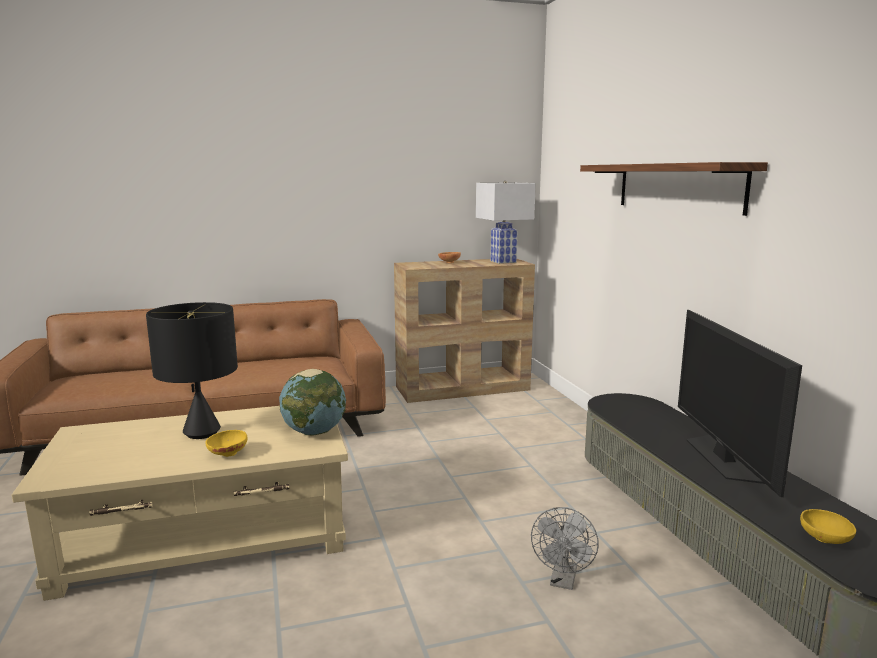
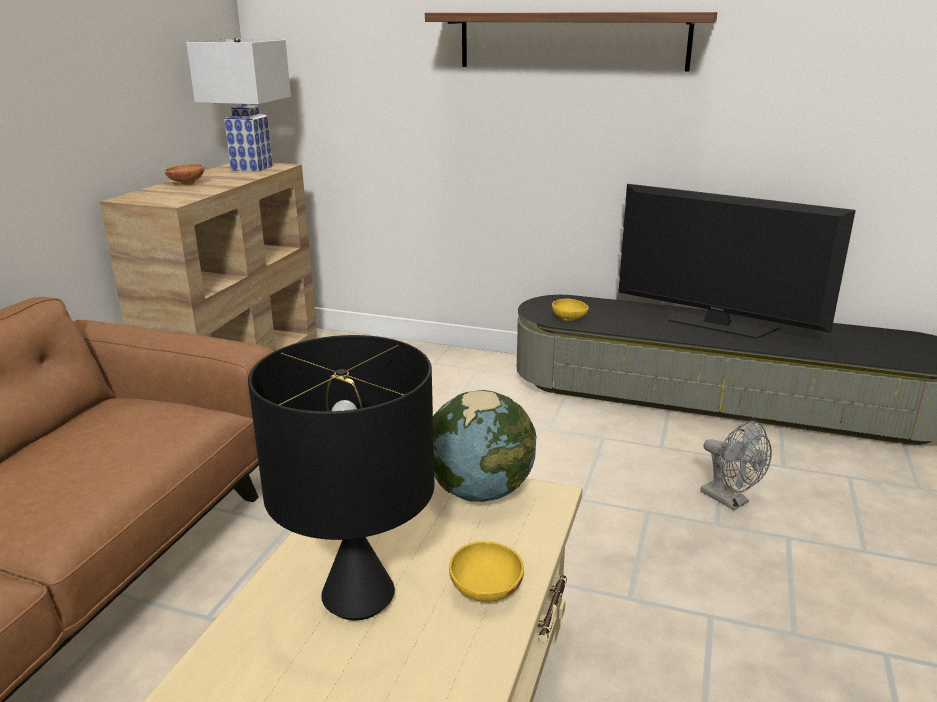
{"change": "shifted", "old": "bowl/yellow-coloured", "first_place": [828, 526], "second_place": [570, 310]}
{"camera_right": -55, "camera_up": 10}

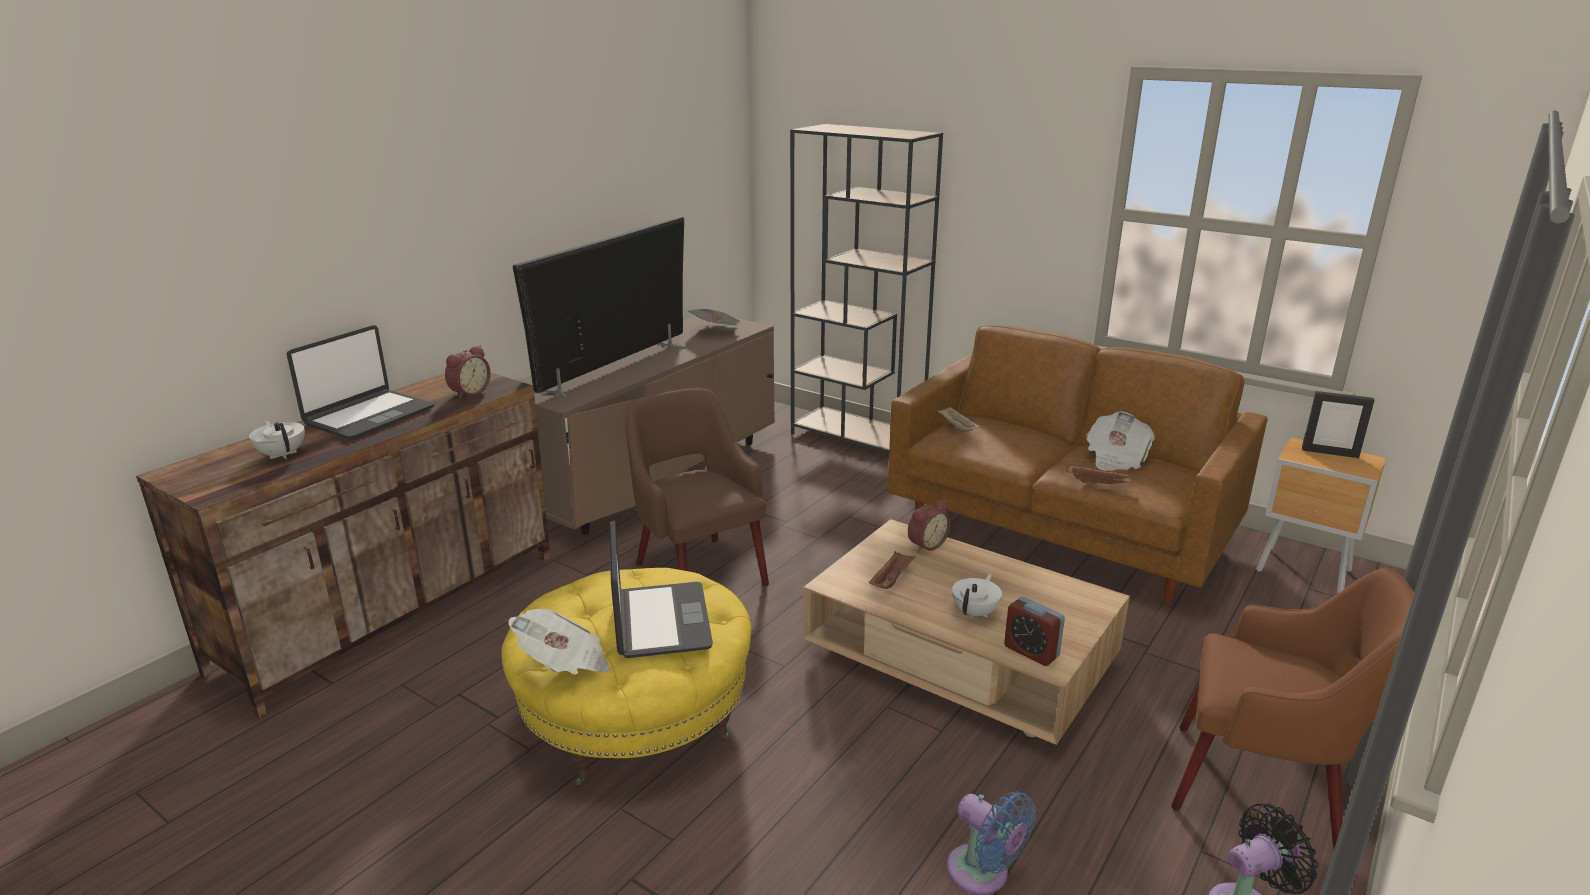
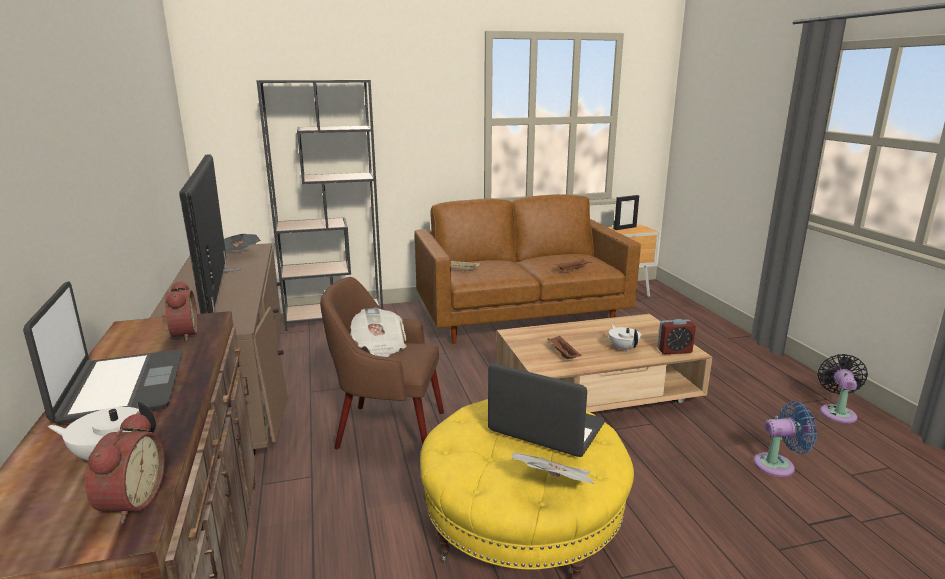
{"change": "shifted", "old": "bedside clock", "first_place": [929, 525], "second_place": [125, 467]}
{"change": "shifted", "old": "daily paper", "first_place": [1120, 441], "second_place": [378, 332]}
{"change": "gone", "old": "lounge chair/brown", "first_place": [1293, 708]}
{"camera_right": -50, "camera_up": -5}

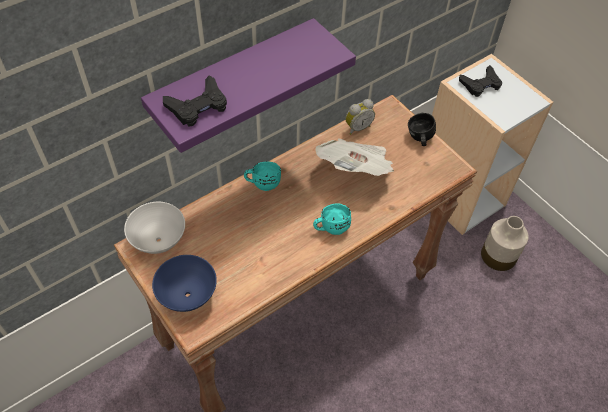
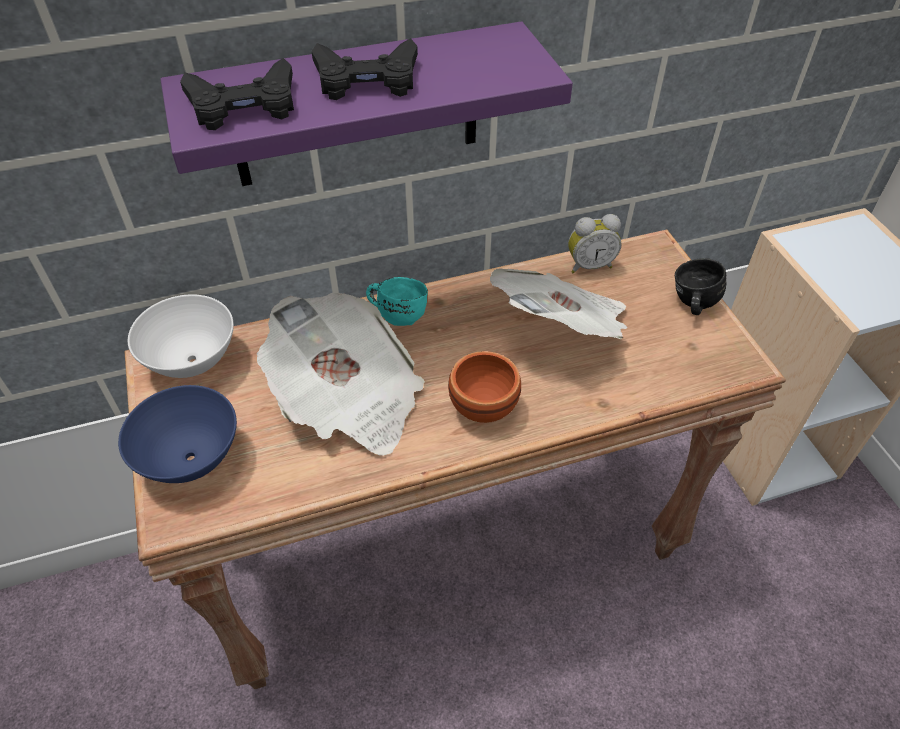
{"change": "swapped", "old": "tea mug/turquoise-coloured", "new": "bowl/brown", "first_place": [332, 219], "second_place": [484, 387]}
{"change": "shifted", "old": "gamepad/blackish", "first_place": [480, 81], "second_place": [364, 69]}
{"change": "gone", "old": "vase/sand-coloured", "first_place": [505, 243]}
{"change": "new", "new": "daily paper", "second_place": [341, 374]}
{"camera_right": 20, "camera_up": -5}

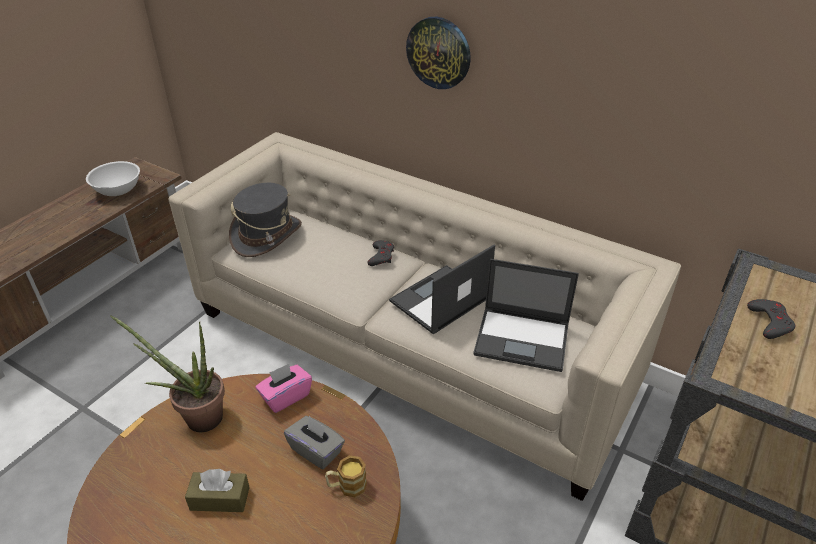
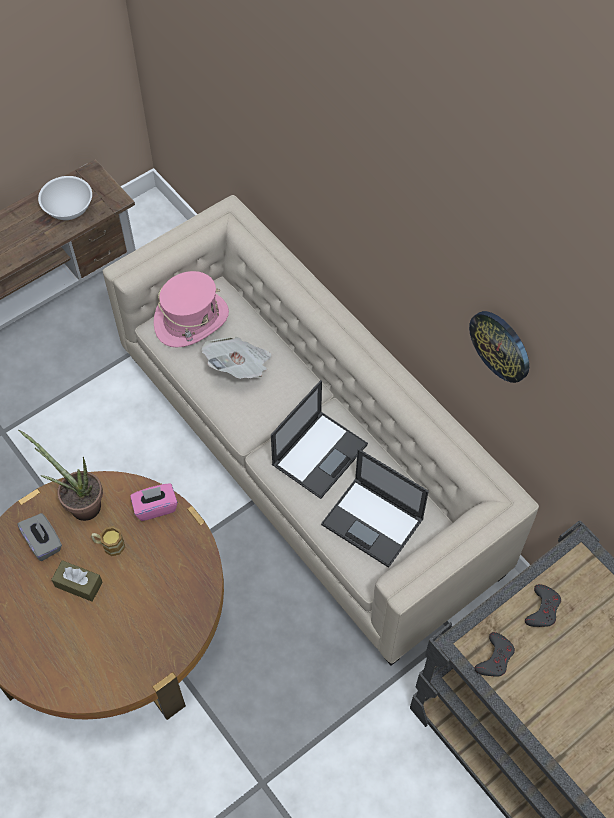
{"change": "repainted", "old": "wearable hat/greyish", "new": "wearable hat/pink-coloured", "first_place": [265, 220], "second_place": [191, 309]}
{"change": "shifted", "old": "tissue holder/greyish", "first_place": [314, 442], "second_place": [39, 537]}
{"change": "shifted", "old": "tea mug", "first_place": [346, 476], "second_place": [108, 541]}
{"change": "shifted", "old": "gamepad/greyish", "first_place": [380, 253], "second_place": [494, 654]}
{"change": "rotated", "old": "notebook computer", "first_place": [442, 289], "second_place": [319, 439], "degrees": 150}
{"change": "shifted", "old": "wall clock", "first_place": [438, 53], "second_place": [499, 347]}
{"change": "new", "new": "daily paper", "second_place": [237, 358]}
{"camera_right": 20, "camera_up": 20}

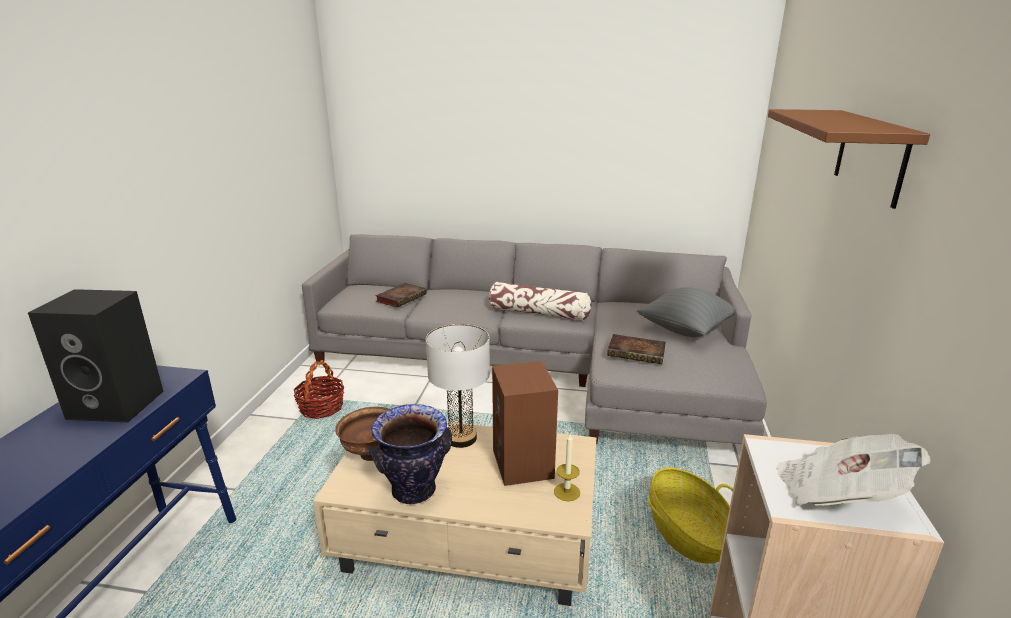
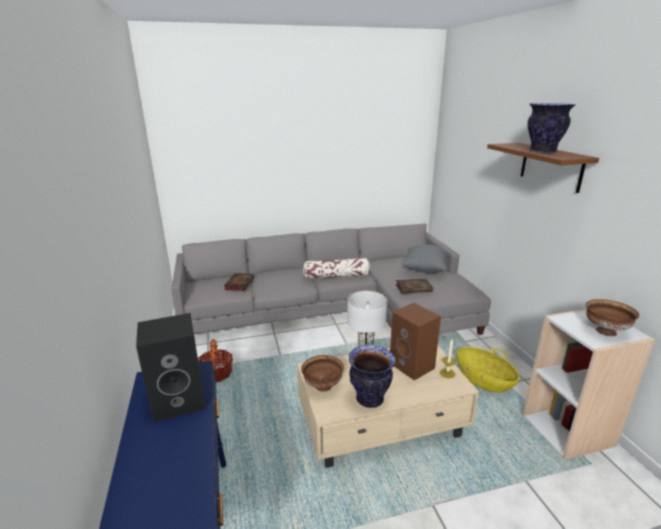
{"change": "swapped", "old": "daily paper", "new": "bowl/brown", "first_place": [853, 470], "second_place": [612, 317]}
{"change": "new", "new": "vase", "second_place": [551, 128]}
{"camera_right": -25, "camera_up": 0}

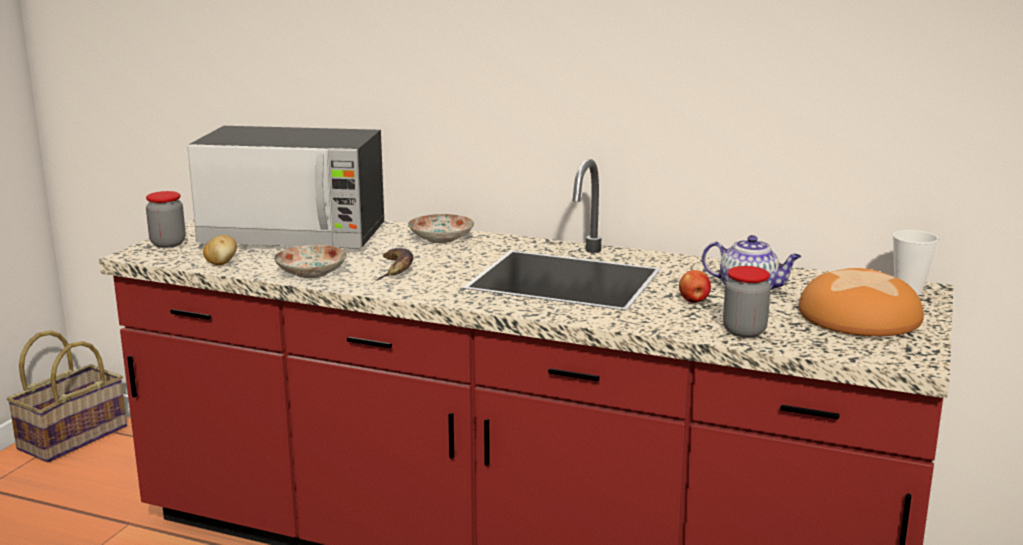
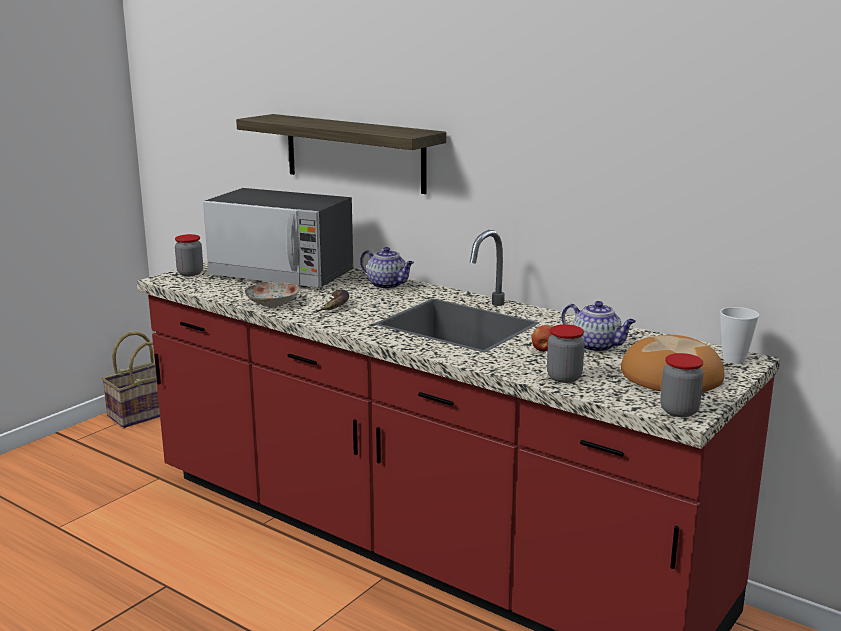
{"change": "gone", "old": "potato", "first_place": [220, 250]}
{"change": "swapped", "old": "dinner plate", "new": "tea pot", "first_place": [441, 228], "second_place": [387, 268]}
{"change": "new", "new": "wall shelf", "second_place": [341, 154]}
{"change": "new", "new": "storage jar", "second_place": [682, 385]}
{"camera_right": 15, "camera_up": 0}

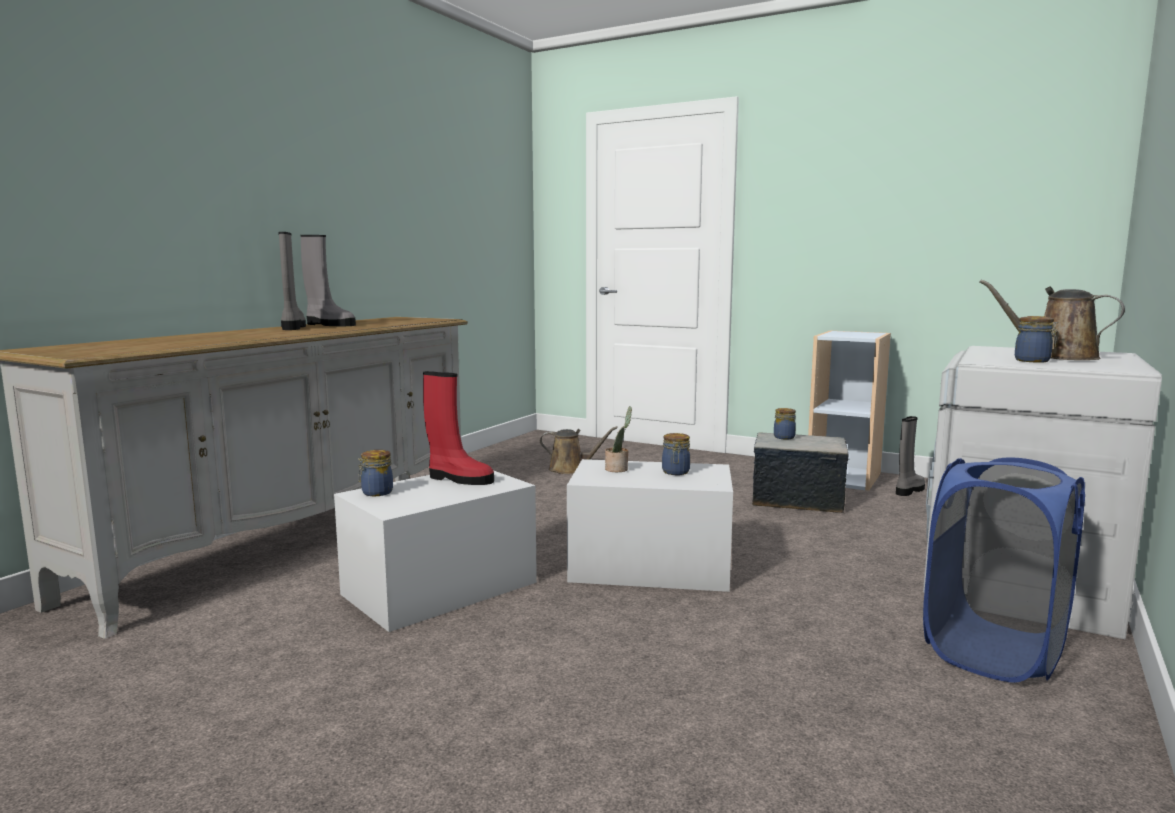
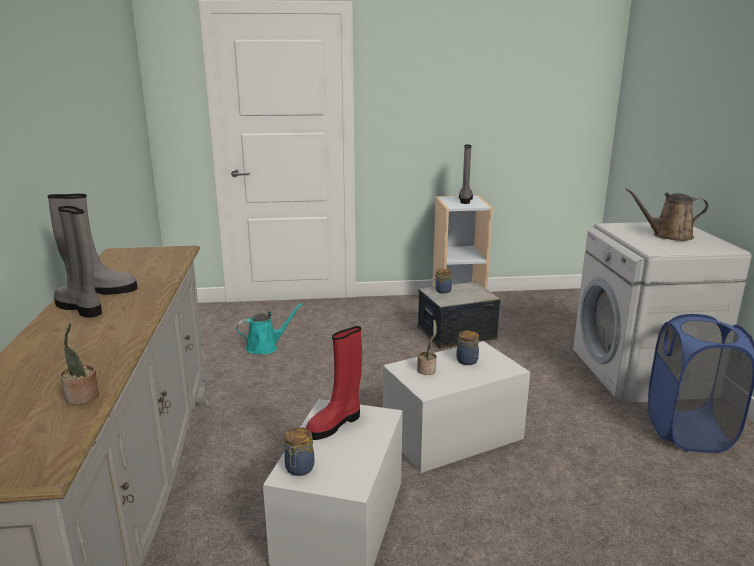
{"change": "rotated", "old": "tall boot/red-coloured", "first_place": [458, 428], "second_place": [334, 383], "degrees": 150}
{"change": "repainted", "old": "sprinkling can/brown", "new": "sprinkling can/turquoise-coloured", "first_place": [579, 450], "second_place": [269, 328]}
{"change": "shifted", "old": "tall boot/greyish", "first_place": [910, 456], "second_place": [466, 174]}
{"change": "gone", "old": "storage jar", "first_place": [1036, 339]}
{"change": "new", "new": "plant in a pot", "second_place": [79, 364]}
{"camera_right": -35, "camera_up": 10}

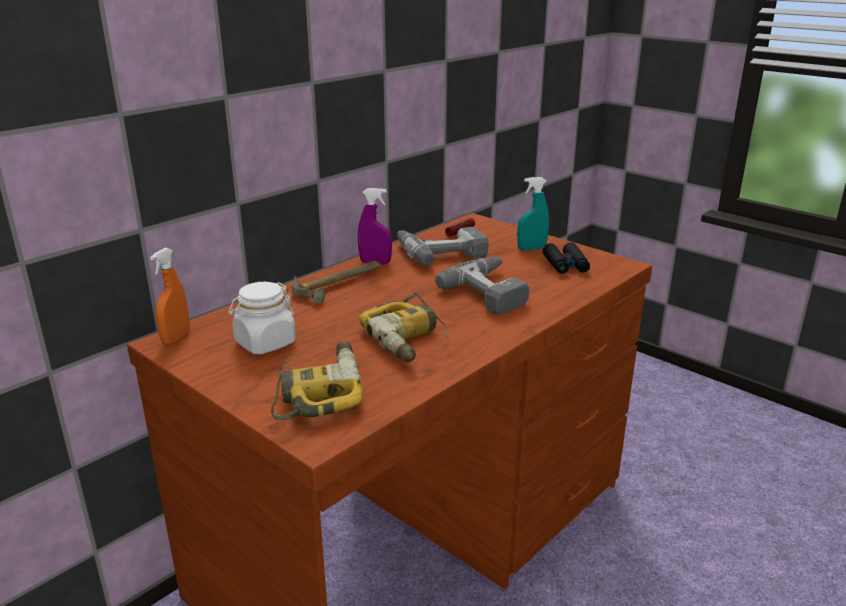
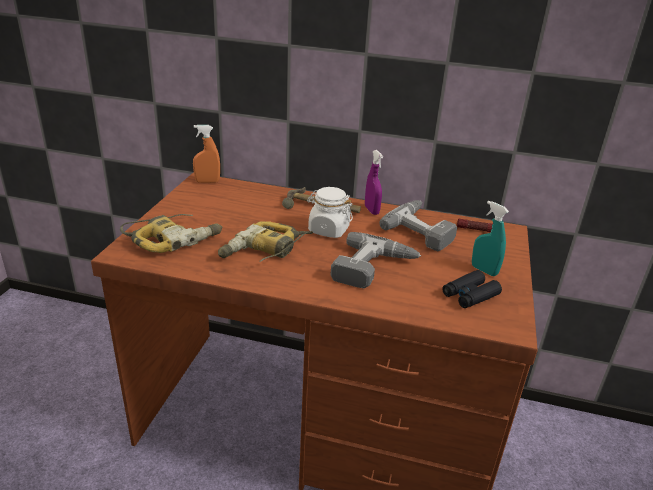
{"change": "shifted", "old": "storage jar/white", "first_place": [262, 318], "second_place": [330, 212]}
{"camera_right": 60, "camera_up": 5}

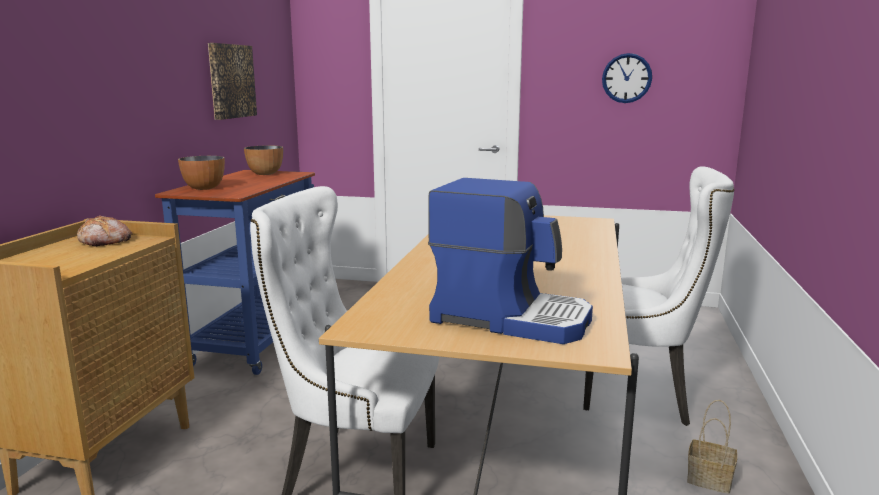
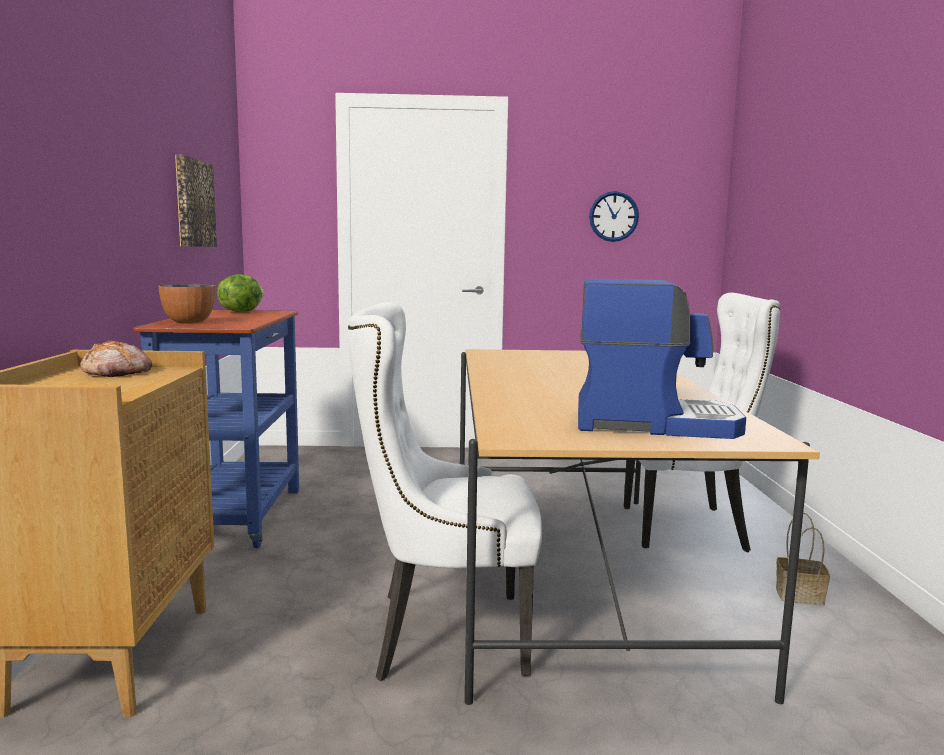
{"change": "swapped", "old": "bowl", "new": "head of lettuce", "first_place": [263, 160], "second_place": [240, 293]}
{"camera_right": -15, "camera_up": -5}

